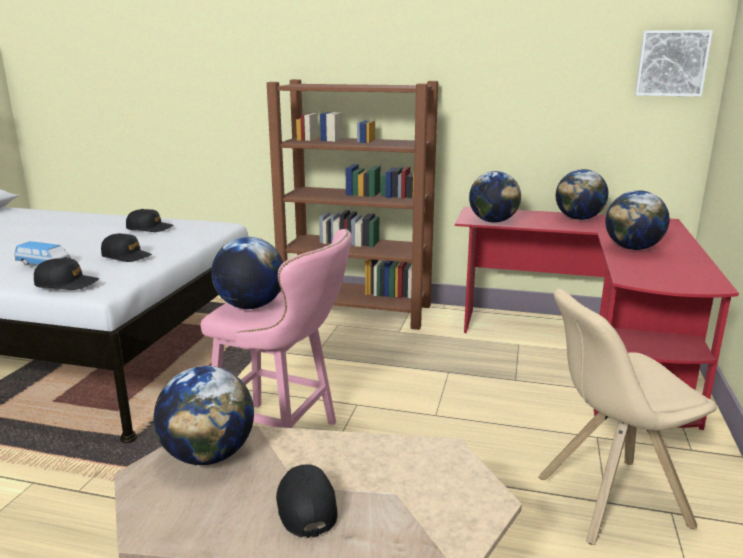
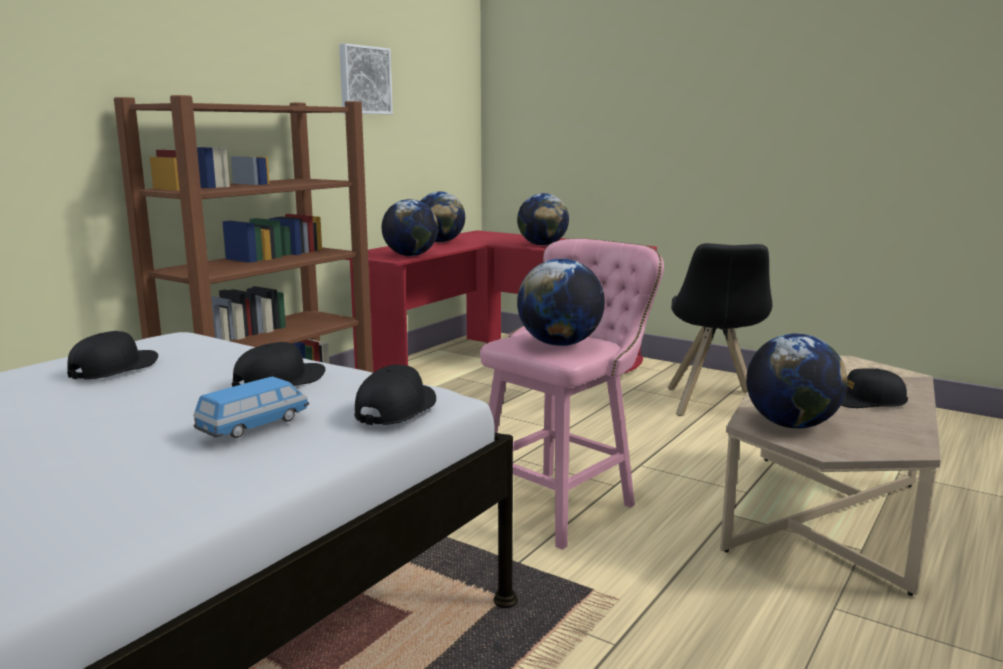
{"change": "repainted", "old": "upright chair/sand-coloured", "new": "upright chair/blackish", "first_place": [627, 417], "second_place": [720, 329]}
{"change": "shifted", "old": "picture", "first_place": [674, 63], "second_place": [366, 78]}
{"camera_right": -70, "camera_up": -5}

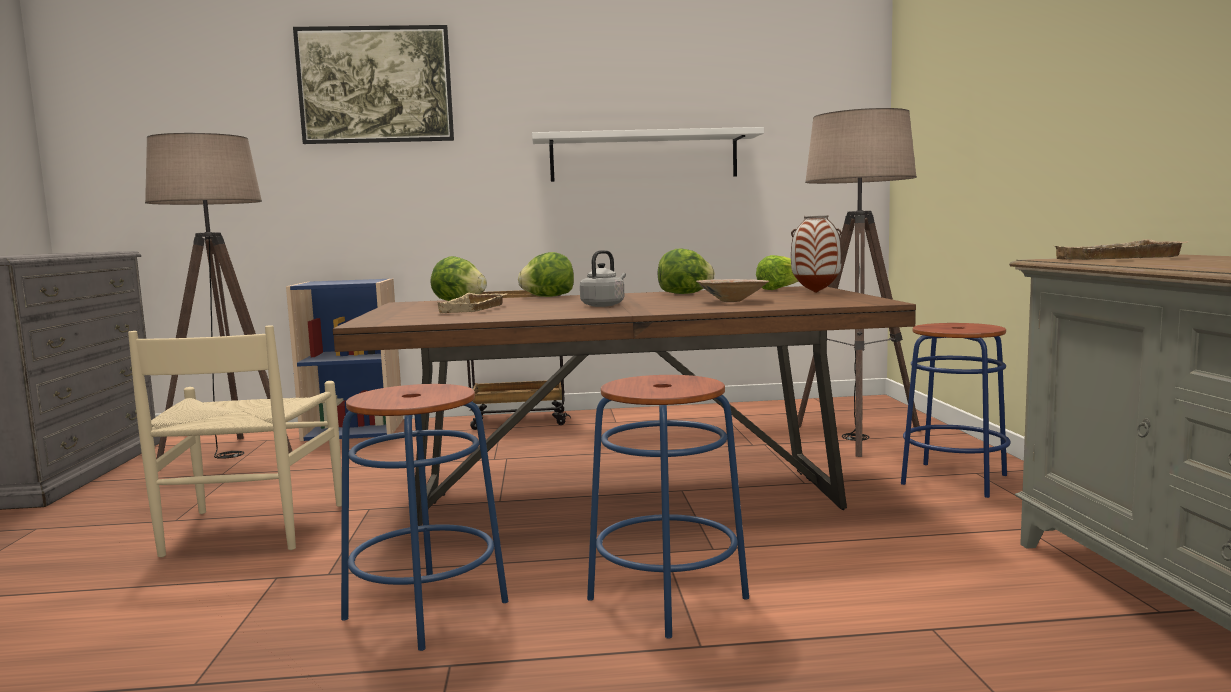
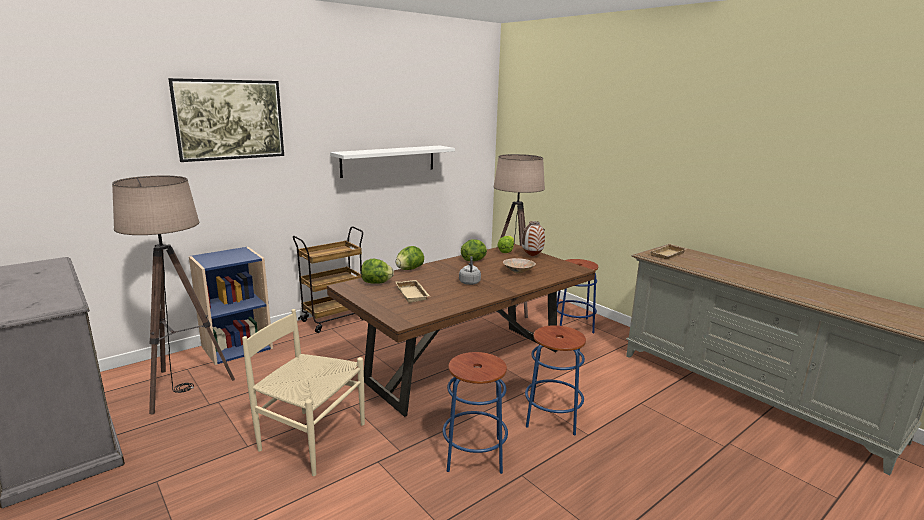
{"change": "rotated", "old": "upright chair/sand-coloured", "first_place": [235, 441], "second_place": [303, 392], "degrees": 150}
{"camera_right": -35, "camera_up": 10}

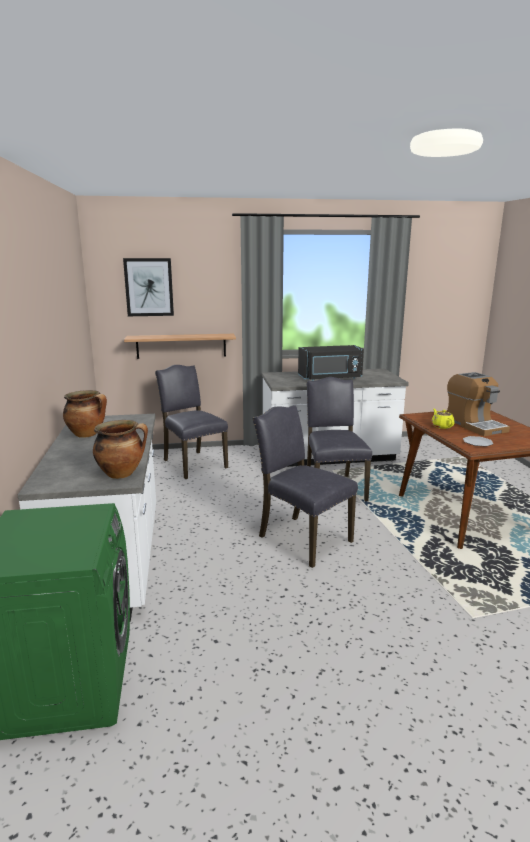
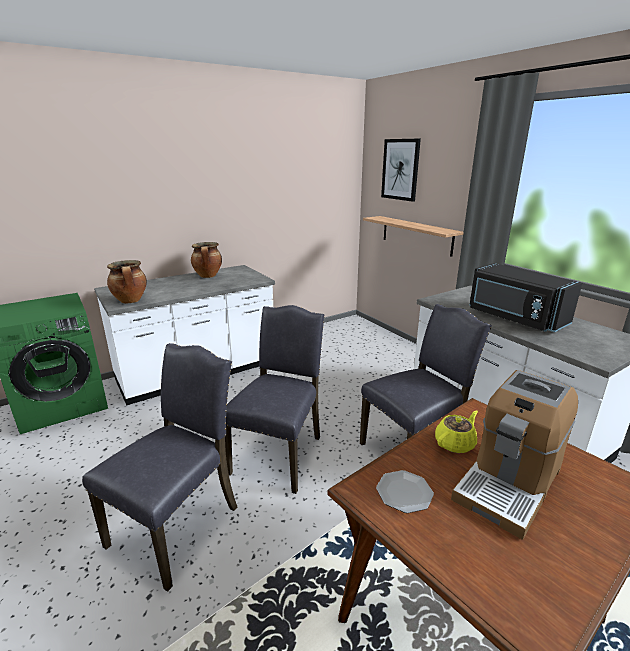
{"change": "shifted", "old": "upright chair/greyish", "first_place": [191, 422], "second_place": [159, 467]}
{"camera_right": 65, "camera_up": 5}

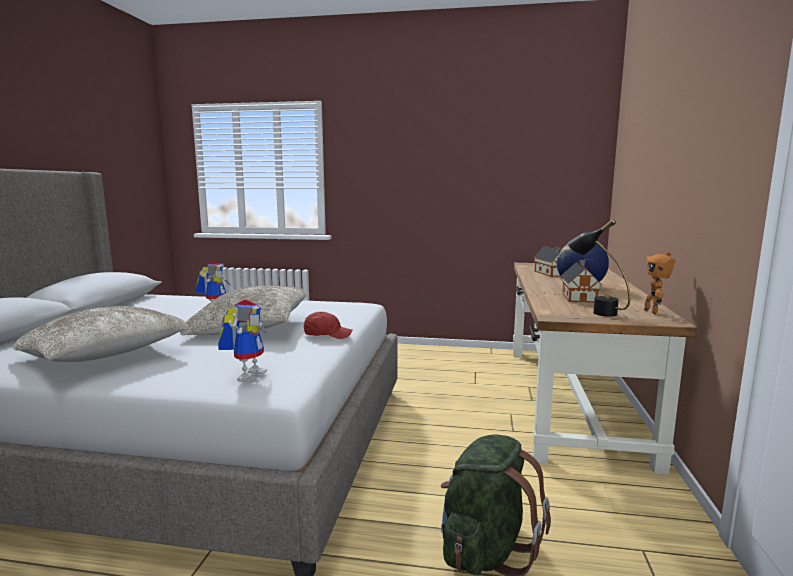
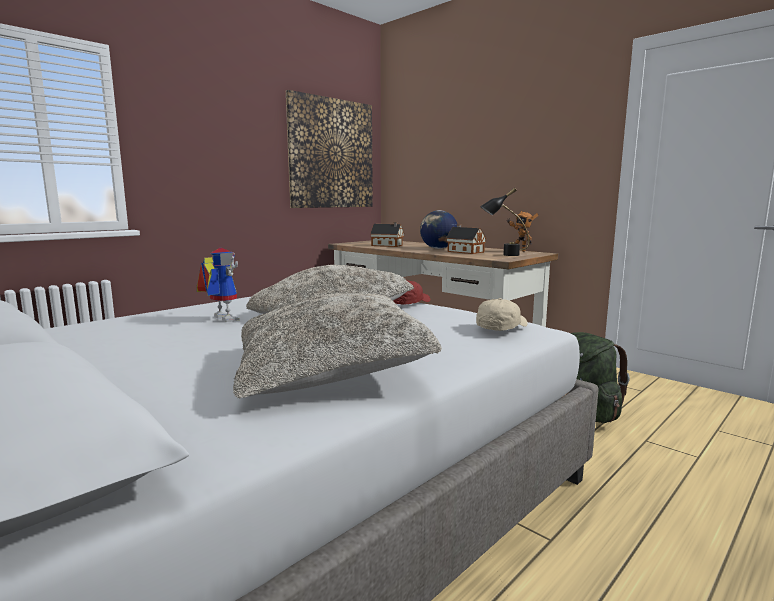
{"change": "swapped", "old": "robot figure", "new": "baseball cap/sand-coloured", "first_place": [242, 341], "second_place": [501, 314]}
{"change": "new", "new": "picture", "second_place": [329, 149]}
{"camera_right": -55, "camera_up": 0}

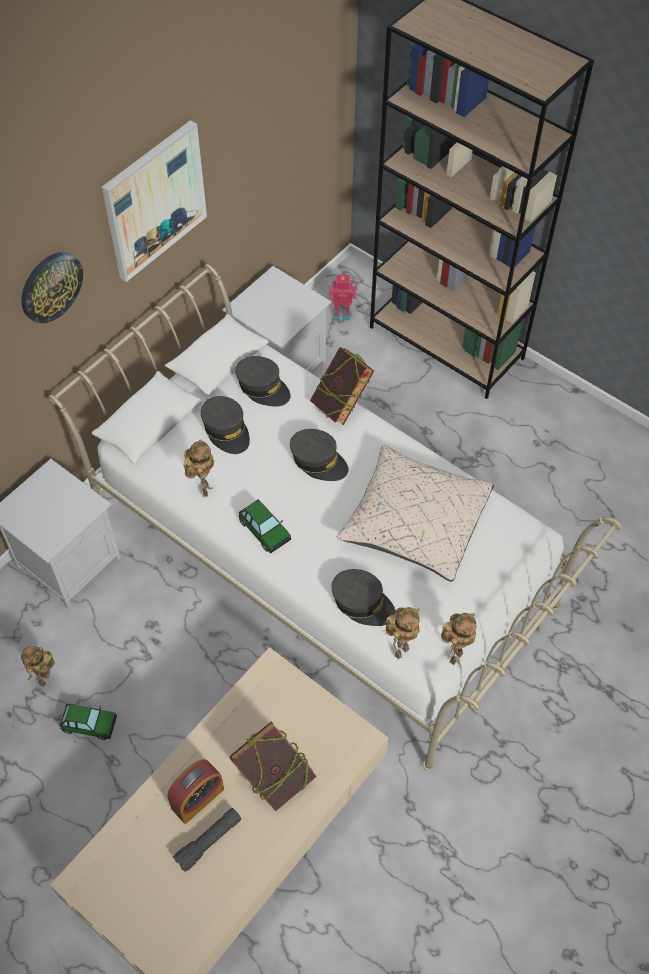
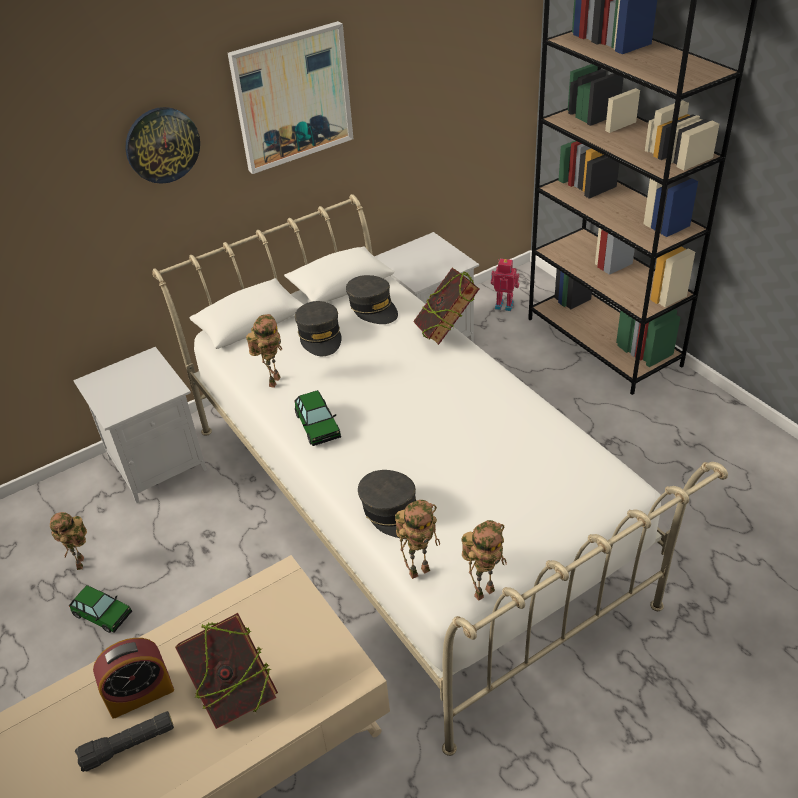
{"change": "rotated", "old": "robot figure", "first_place": [38, 666], "second_place": [68, 541], "degrees": -45}
{"change": "gone", "old": "baseball cap/greyish", "first_place": [319, 455]}
{"change": "gone", "old": "cushion/sand-coloured", "first_place": [415, 513]}
{"camera_right": 20, "camera_up": -15}

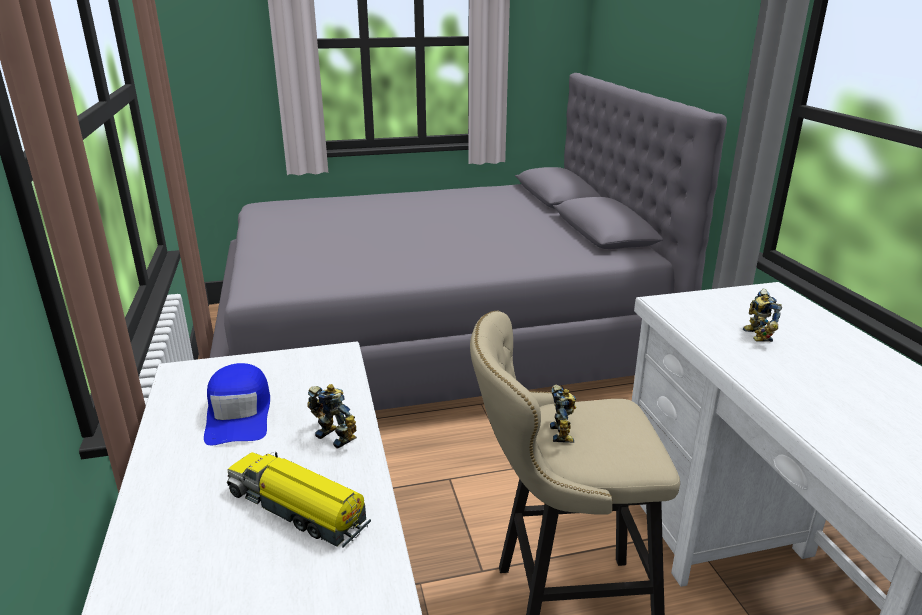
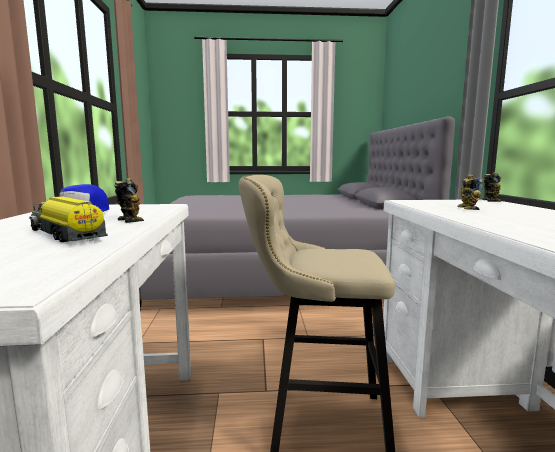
{"change": "shifted", "old": "robot figure", "first_place": [563, 414], "second_place": [491, 187]}
{"camera_right": 10, "camera_up": -15}

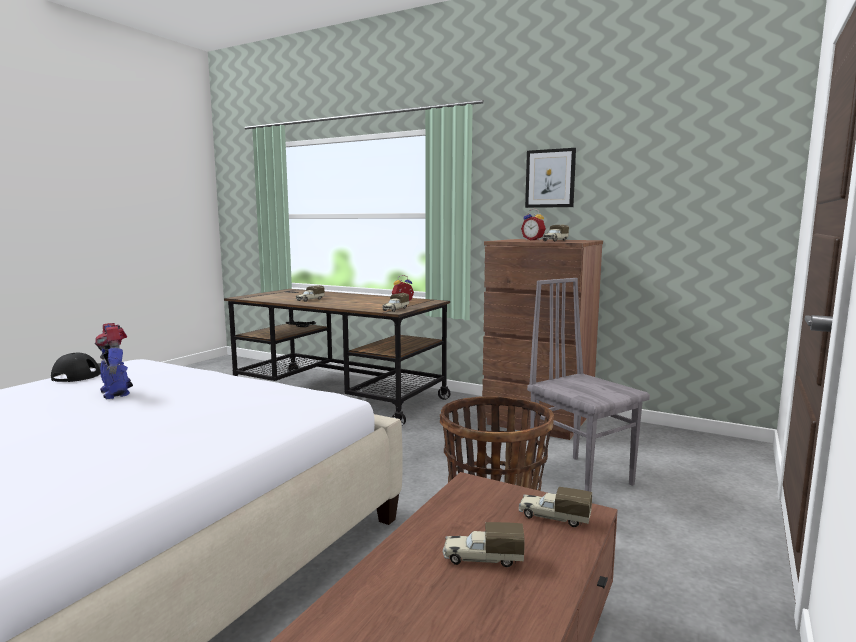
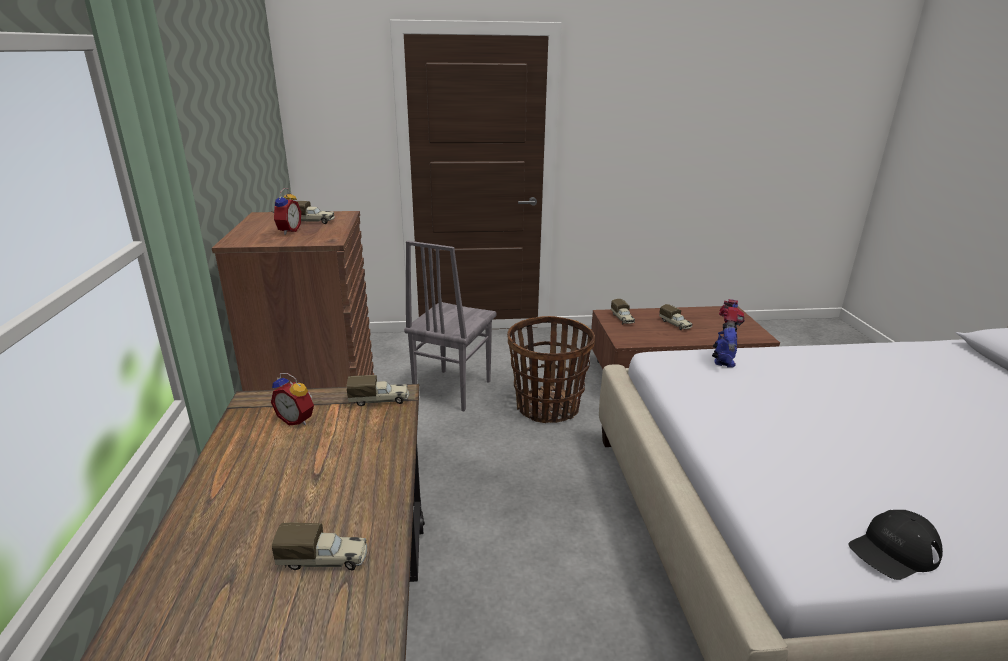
{"change": "shifted", "old": "robot figure", "first_place": [114, 361], "second_place": [728, 333]}
{"change": "gone", "old": "picture", "first_place": [550, 178]}
{"camera_right": -125, "camera_up": 15}

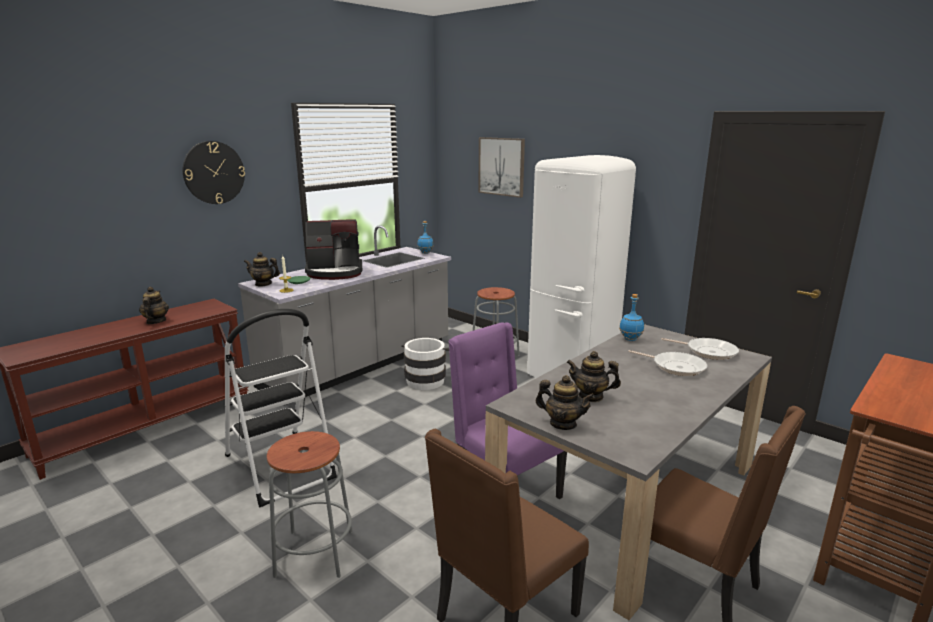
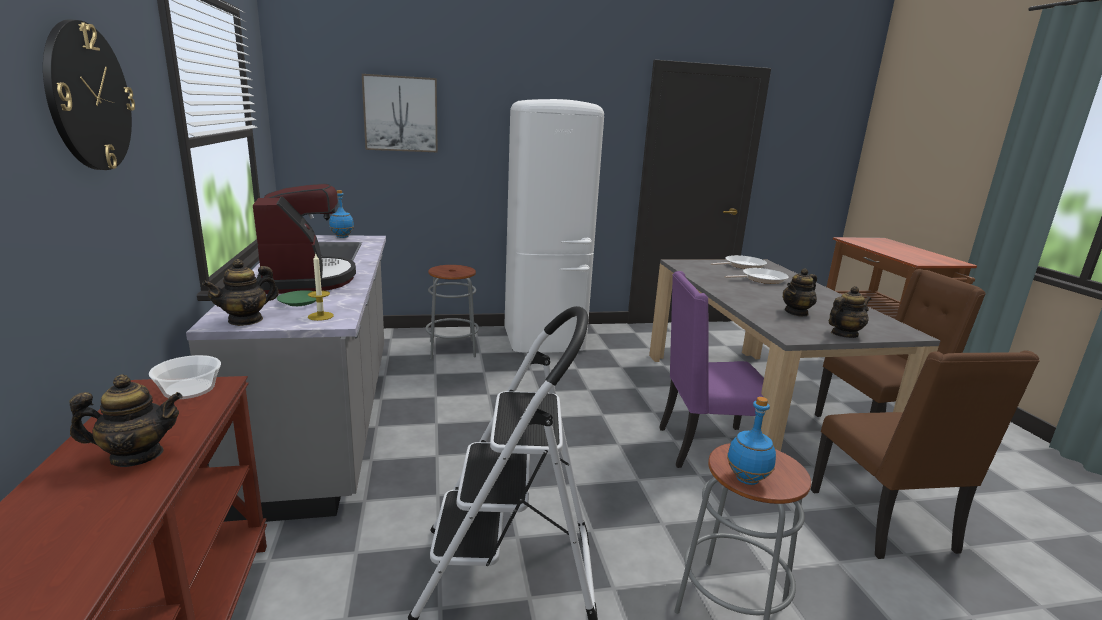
{"change": "rotated", "old": "tea pot", "first_place": [154, 305], "second_place": [126, 421], "degrees": 135}
{"change": "rotated", "old": "coffee brewer", "first_place": [333, 249], "second_place": [304, 239], "degrees": -45}
{"change": "gone", "old": "water bucket/white", "first_place": [425, 364]}
{"change": "shifted", "old": "drink bottle/blue", "first_place": [631, 317], "second_place": [751, 441]}
{"change": "new", "new": "bowl", "second_place": [185, 377]}
{"camera_right": -55, "camera_up": 0}

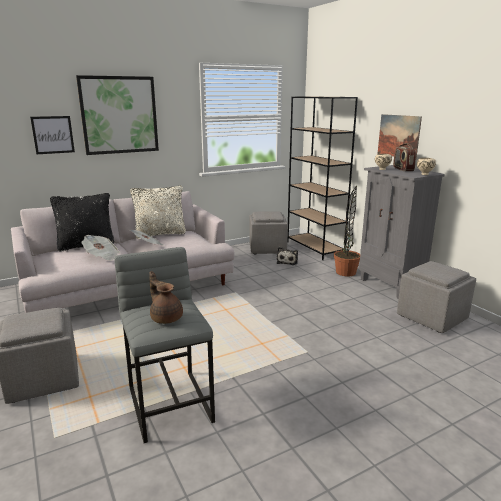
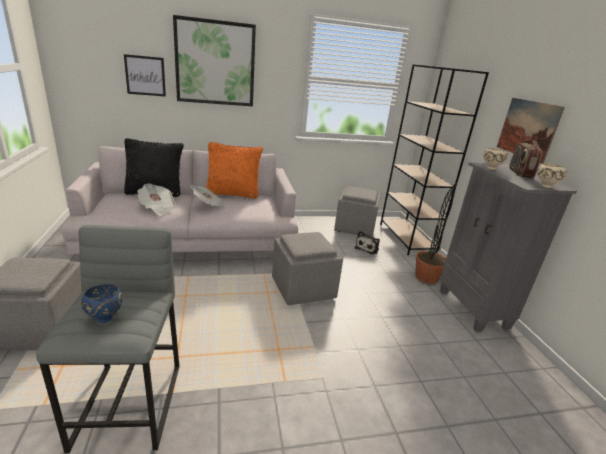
{"change": "repainted", "old": "cushion/sand-coloured", "new": "cushion/orangey", "first_place": [158, 212], "second_place": [234, 170]}
{"change": "swapped", "old": "tea pot/brown", "new": "bowl/blue", "first_place": [166, 297], "second_place": [102, 303]}
{"change": "shifted", "old": "pouffe/greyish", "first_place": [436, 297], "second_place": [307, 268]}
{"camera_right": 15, "camera_up": 5}

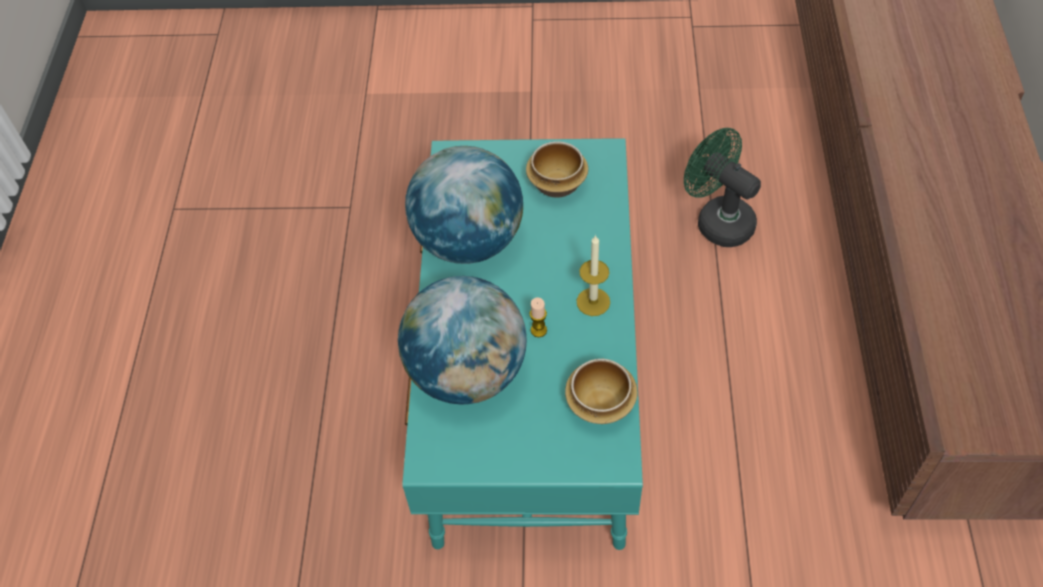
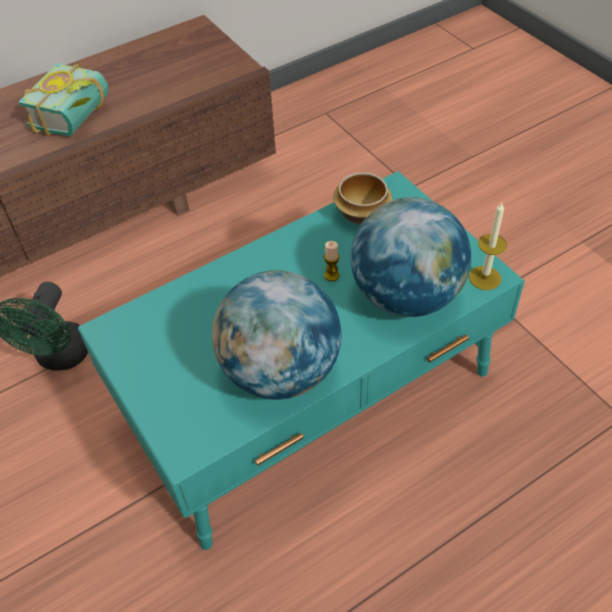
{"change": "gone", "old": "bowl", "first_place": [557, 169]}
{"change": "shifted", "old": "wax light", "first_place": [593, 275], "second_place": [488, 246]}
{"change": "new", "new": "volume", "second_place": [63, 100]}
{"camera_right": -125, "camera_up": -5}

